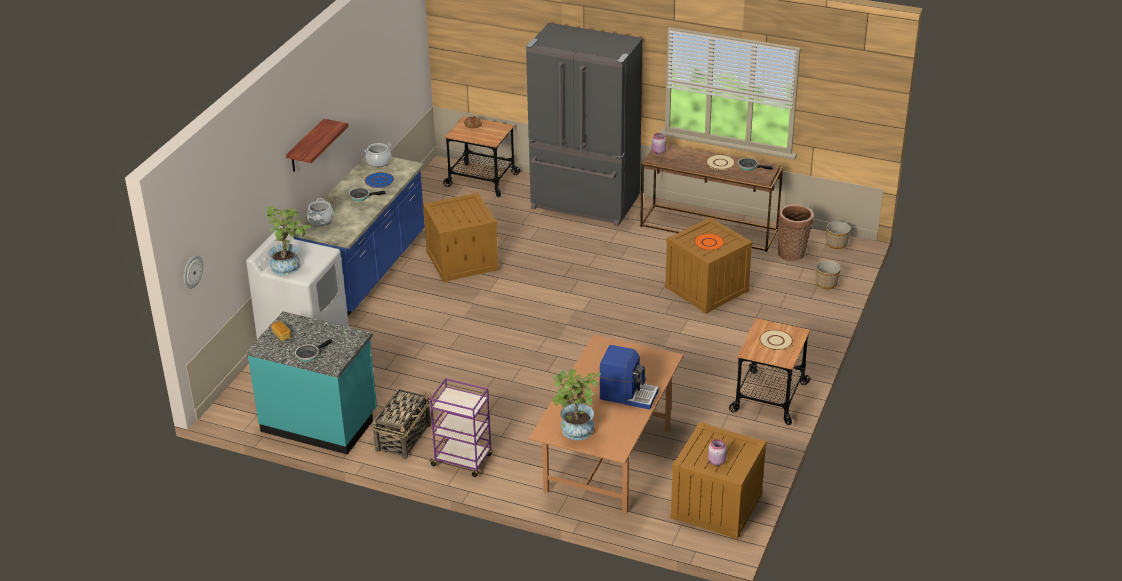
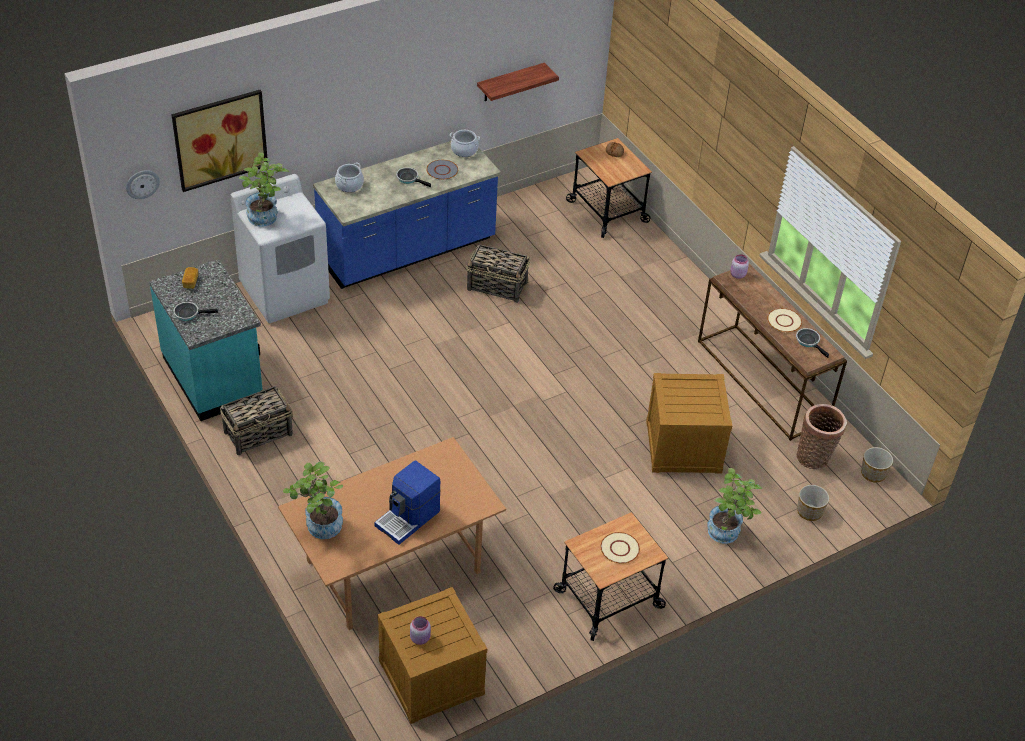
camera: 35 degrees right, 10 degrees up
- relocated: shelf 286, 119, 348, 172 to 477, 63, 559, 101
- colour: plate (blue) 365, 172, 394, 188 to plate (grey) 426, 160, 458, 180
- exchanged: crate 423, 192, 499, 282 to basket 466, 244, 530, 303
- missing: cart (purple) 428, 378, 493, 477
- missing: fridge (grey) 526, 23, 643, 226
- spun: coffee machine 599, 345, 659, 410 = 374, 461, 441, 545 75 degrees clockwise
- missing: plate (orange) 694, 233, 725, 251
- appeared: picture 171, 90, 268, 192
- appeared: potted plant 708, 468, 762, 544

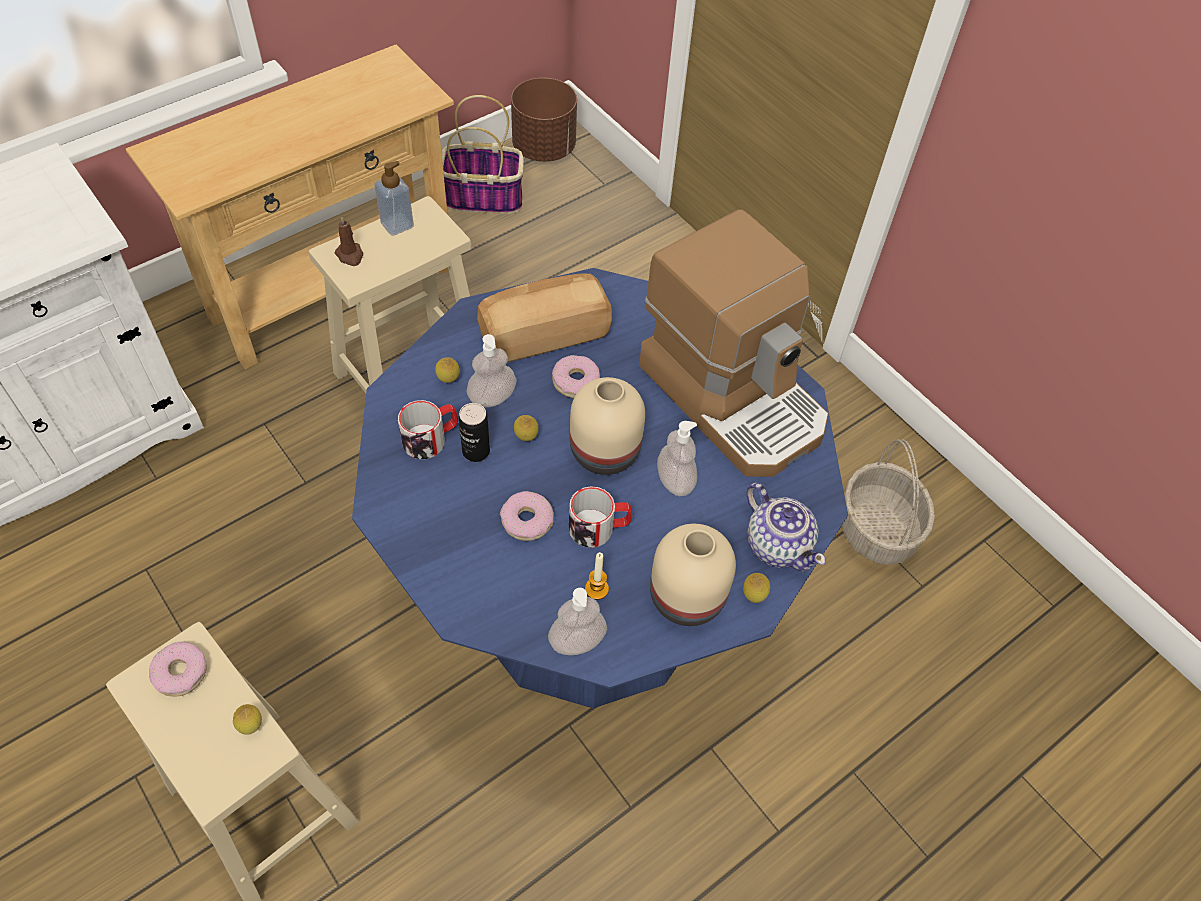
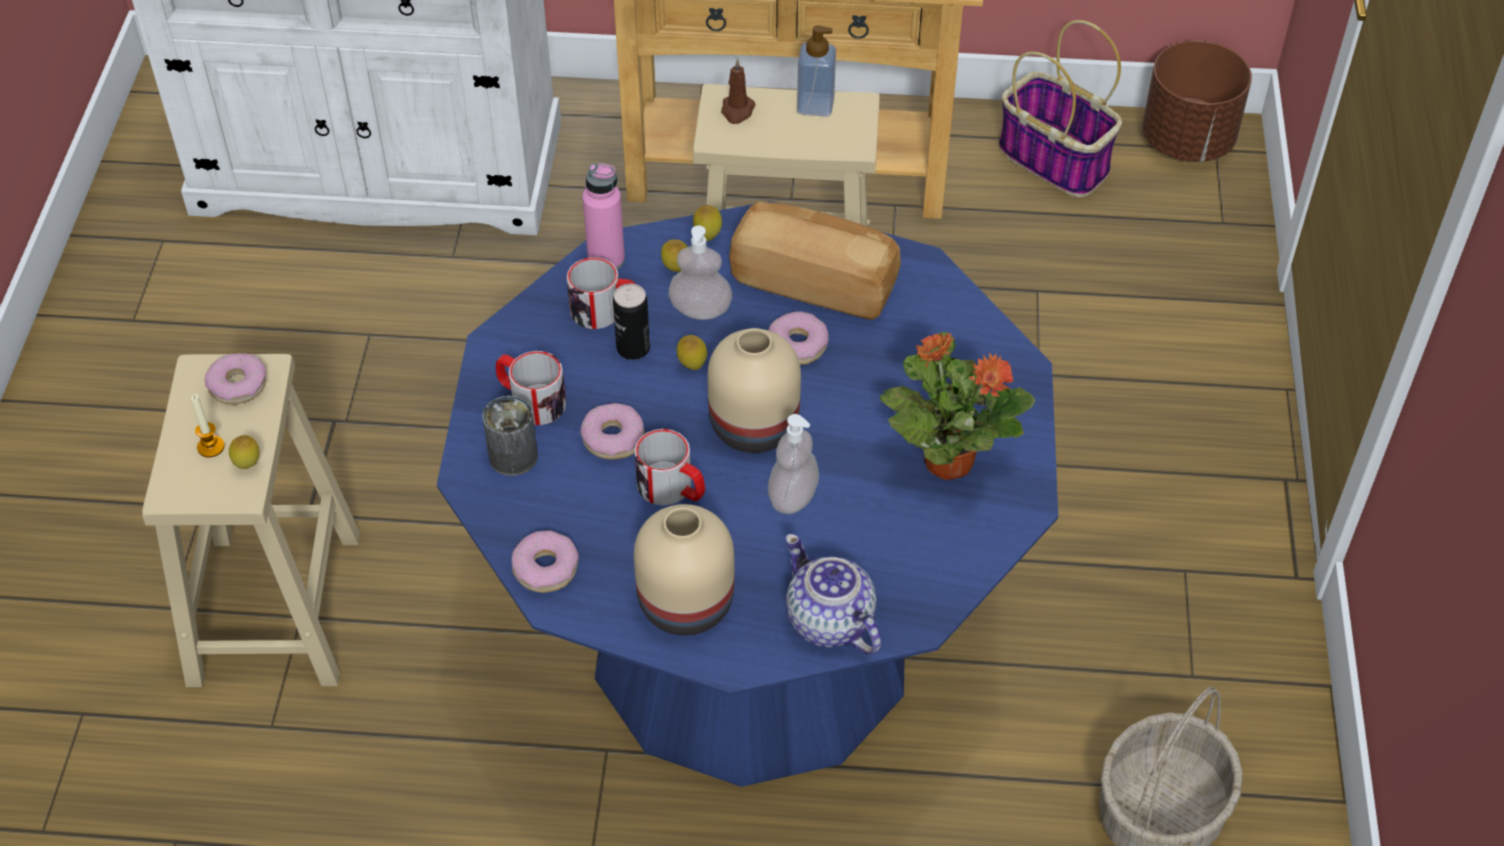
camera: 45 degrees right, 5 degrees down
- exchanged: soap dispenser 548, 588, 607, 655 to donut 512, 530, 579, 593
- relocated: candle 585, 552, 609, 600 to 191, 394, 225, 457
- exchanged: coffee machine 639, 210, 829, 477 to potted plant 880, 332, 1035, 480
- relocated: lemon 743, 573, 770, 603 to 693, 204, 722, 241
- spun: teapot 746, 483, 826, 572 = 785, 534, 881, 654 135 degrees clockwise
- appeared: can 483, 396, 538, 476
- appeared: mug 496, 351, 566, 425
- appeared: bottle (pink) 582, 163, 625, 270

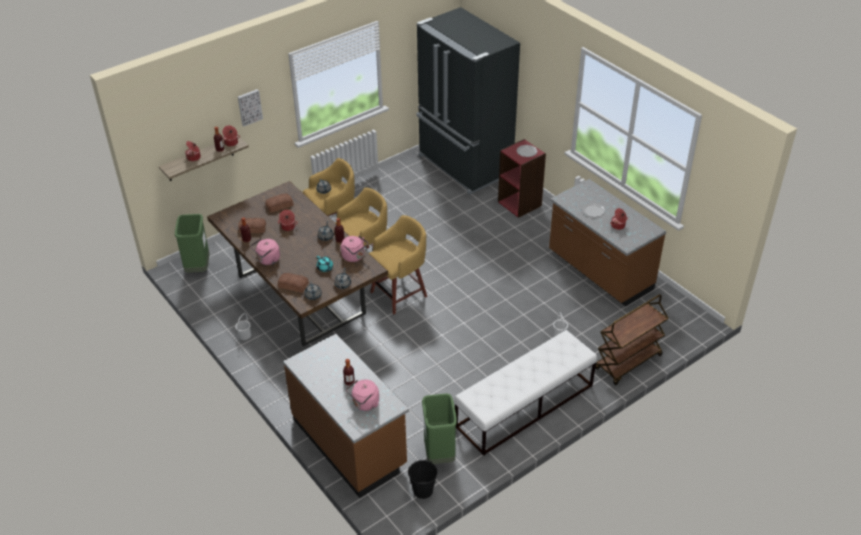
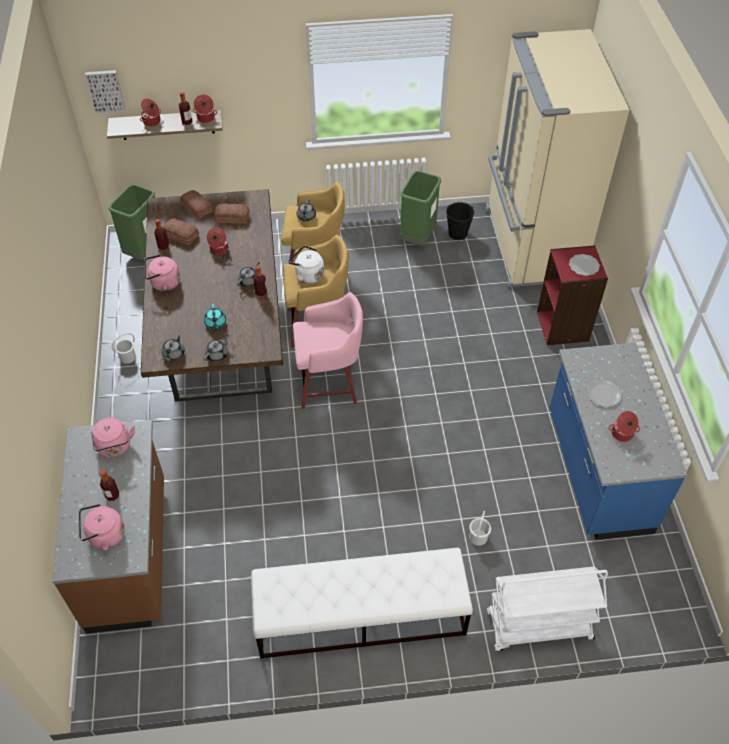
camera: 30 degrees right, 10 degrees up
- relocated: picture 238, 89, 263, 126 to 85, 70, 125, 113
- relocated: bread 278, 273, 309, 293 to 180, 190, 213, 219
- relocated: kettle (pink) 341, 236, 368, 262 to 91, 418, 135, 458
- colour: stool (yellow) 369, 215, 427, 314 to stool (pink) 293, 292, 363, 409
- relocated: bucket (black) 408, 460, 437, 499 to 446, 202, 474, 240
- colour: fridge (black) 416, 7, 520, 195 to fridge (beige) 486, 29, 629, 287
- relocated: trash can (green) 422, 393, 457, 464 to 400, 171, 441, 245
- colour: counter (brown) 549, 179, 666, 307 to counter (blue) 550, 343, 687, 540
- colour: cart (brown) 595, 294, 669, 385 to cart (white) 487, 566, 608, 651
- appeared: kettle (white) 289, 246, 324, 284

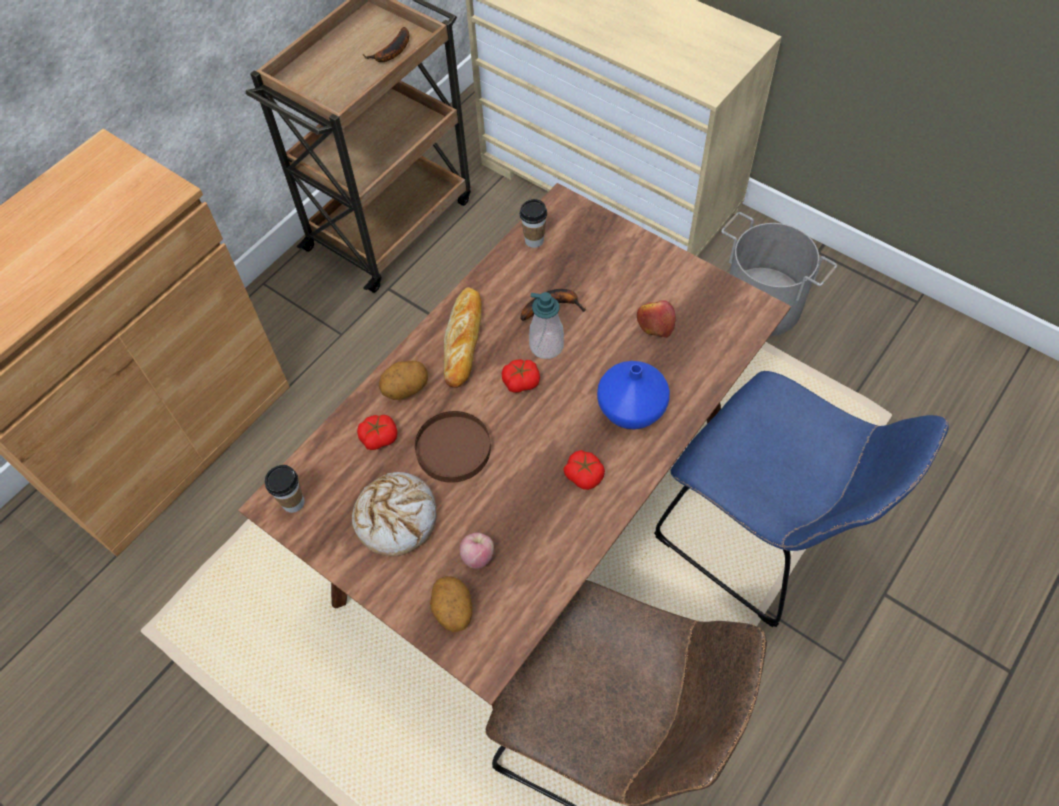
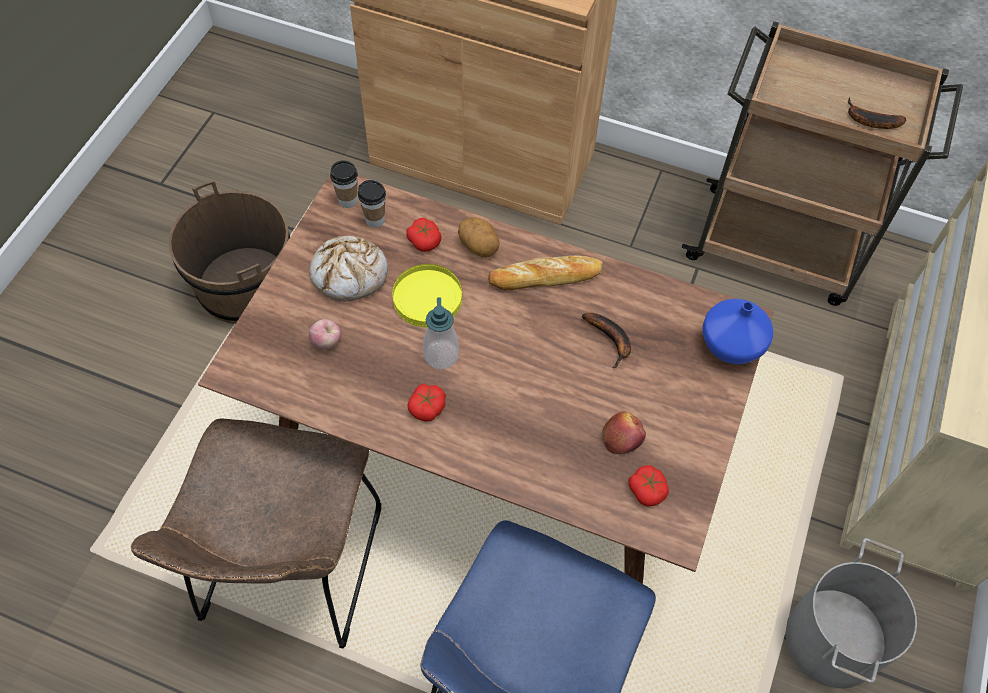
camera: 70 degrees right, 0 degrees up
- colour: plate (brown) 415, 411, 491, 483 to plate (yellow) 392, 264, 462, 327
- missing: potato 430, 576, 472, 632
- relocated: tomato 502, 359, 540, 393 to 628, 465, 669, 506
- relocated: cup 520, 199, 547, 248 to 358, 180, 386, 228
- relocated: soap dispenser 529, 292, 564, 359 to 423, 297, 459, 369
- relocated: vase (blue) 597, 361, 670, 429 to 702, 299, 773, 365
- appeared: bucket (brown) 168, 180, 290, 324

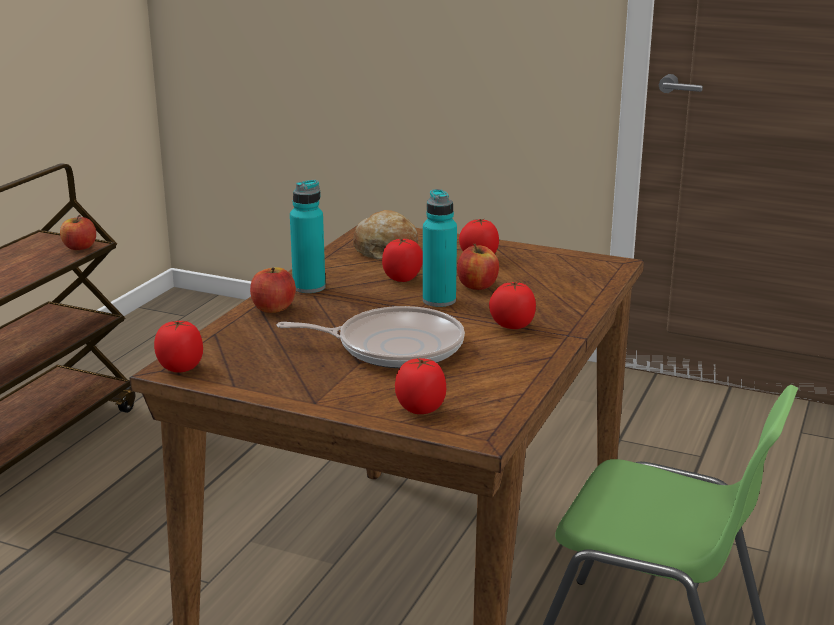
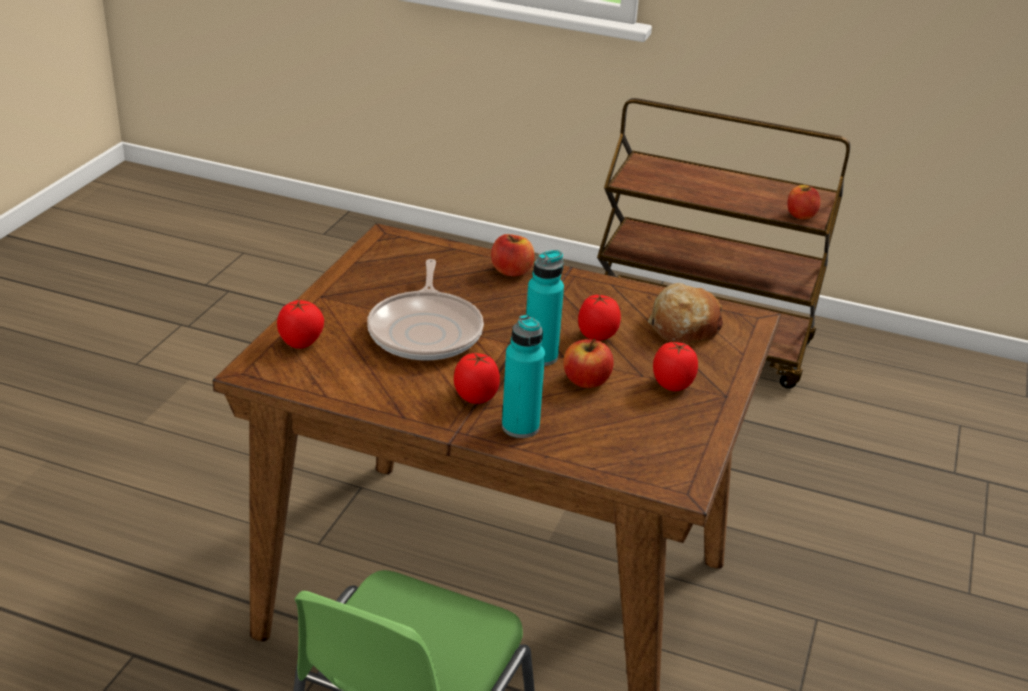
camera: 85 degrees right, 10 degrees up
- missing: tomato 154, 321, 203, 373
- relocated: bottle (turquoise) 290, 180, 326, 293 to 502, 315, 545, 438

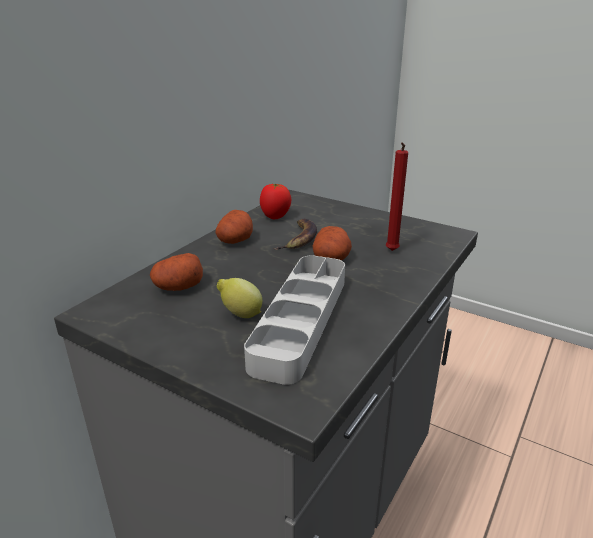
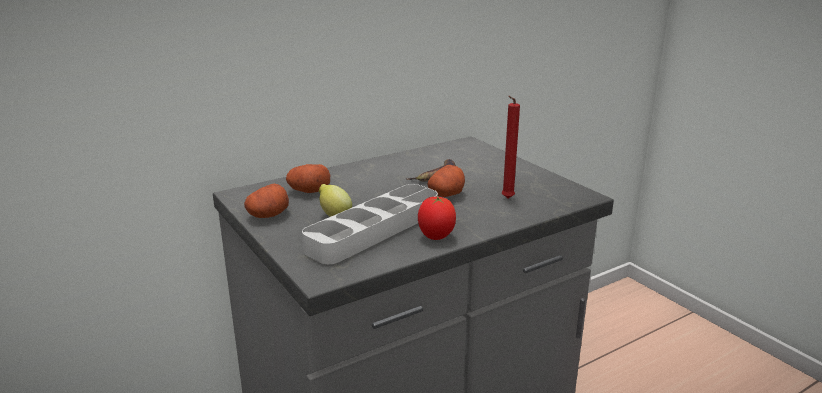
camera: 25 degrees right, 5 degrees down
- relocated: potato 215, 210, 253, 244 to 244, 184, 289, 218
- relocated: tomato 260, 184, 291, 219 to 418, 196, 456, 240

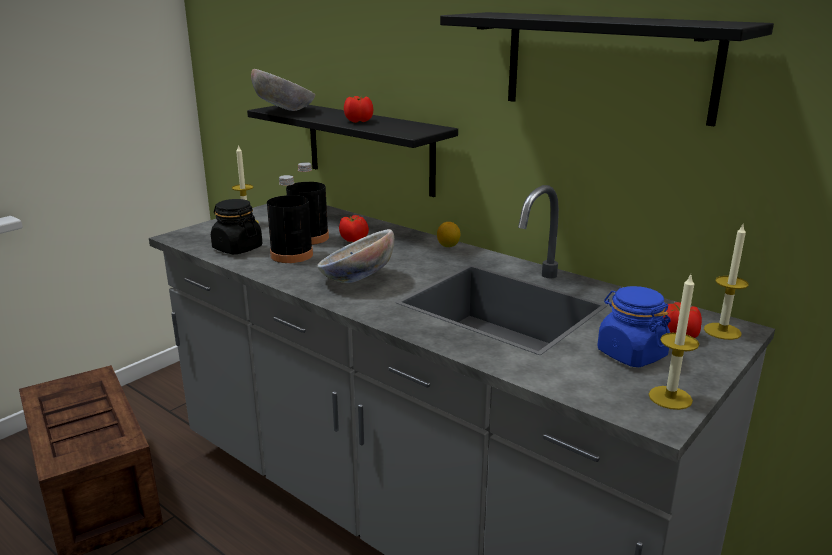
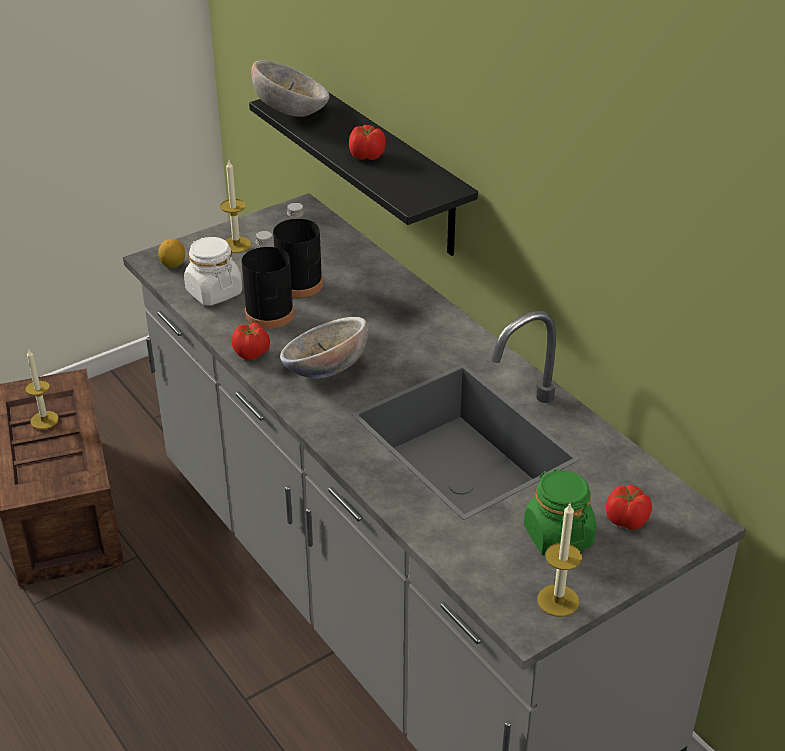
camera: 15 degrees right, 15 degrees up
- colour: jar (black) 211, 199, 262, 254 to jar (white) 184, 237, 242, 306
- relocated: tomato 339, 215, 369, 242 to 231, 323, 270, 360
- relocated: lemon 437, 222, 460, 247 to 158, 239, 185, 268
- missing: shelf (black) 440, 12, 774, 126
- colour: jar (blue) 597, 286, 671, 367 to jar (green) 524, 468, 597, 556
- relocated: candle 704, 225, 749, 340 to 25, 348, 59, 429

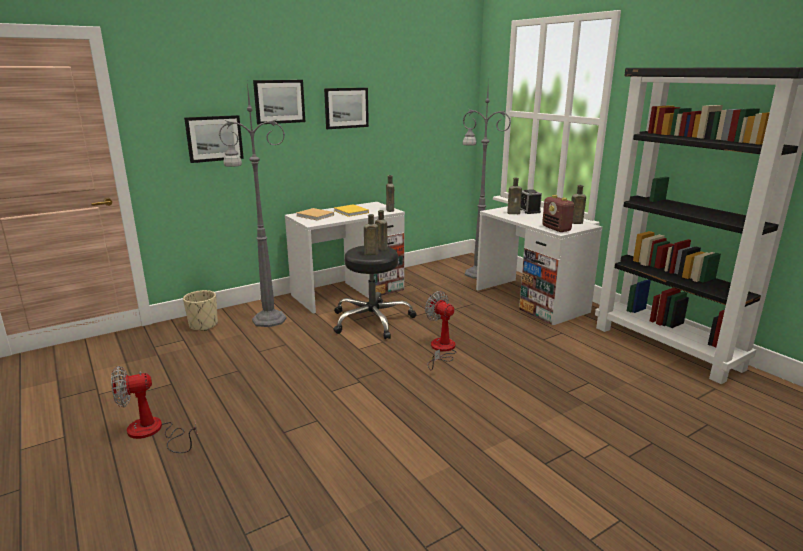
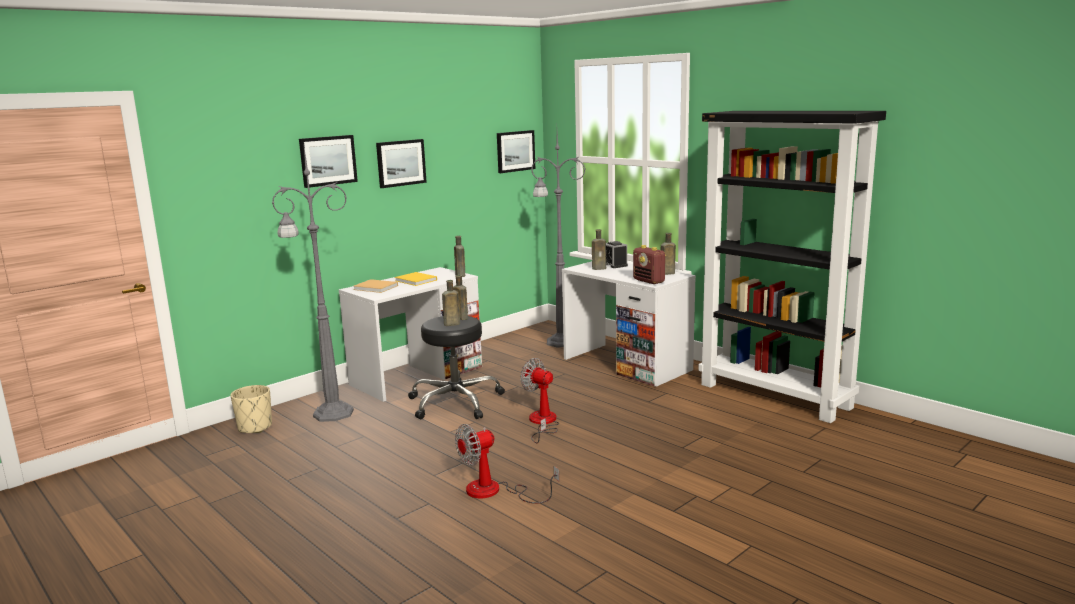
camera: 10 degrees left, 5 degrees down
- relocated: fan 111, 366, 197, 453 to 455, 424, 559, 503
- relocated: picture 184, 115, 244, 163 to 497, 130, 535, 173

